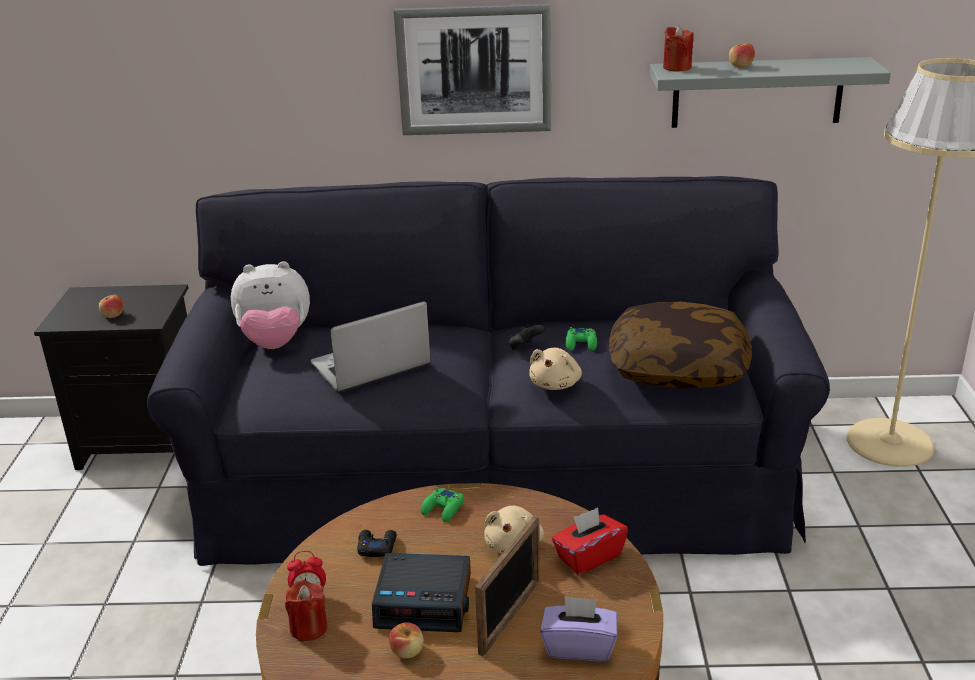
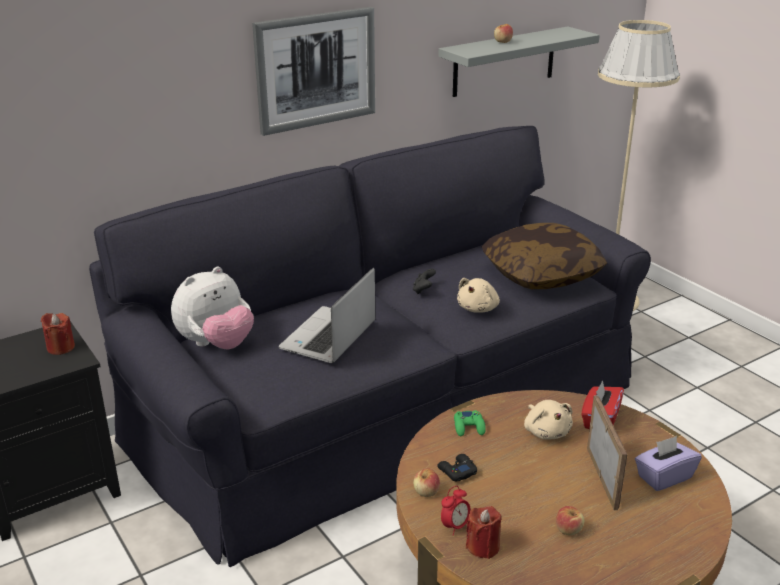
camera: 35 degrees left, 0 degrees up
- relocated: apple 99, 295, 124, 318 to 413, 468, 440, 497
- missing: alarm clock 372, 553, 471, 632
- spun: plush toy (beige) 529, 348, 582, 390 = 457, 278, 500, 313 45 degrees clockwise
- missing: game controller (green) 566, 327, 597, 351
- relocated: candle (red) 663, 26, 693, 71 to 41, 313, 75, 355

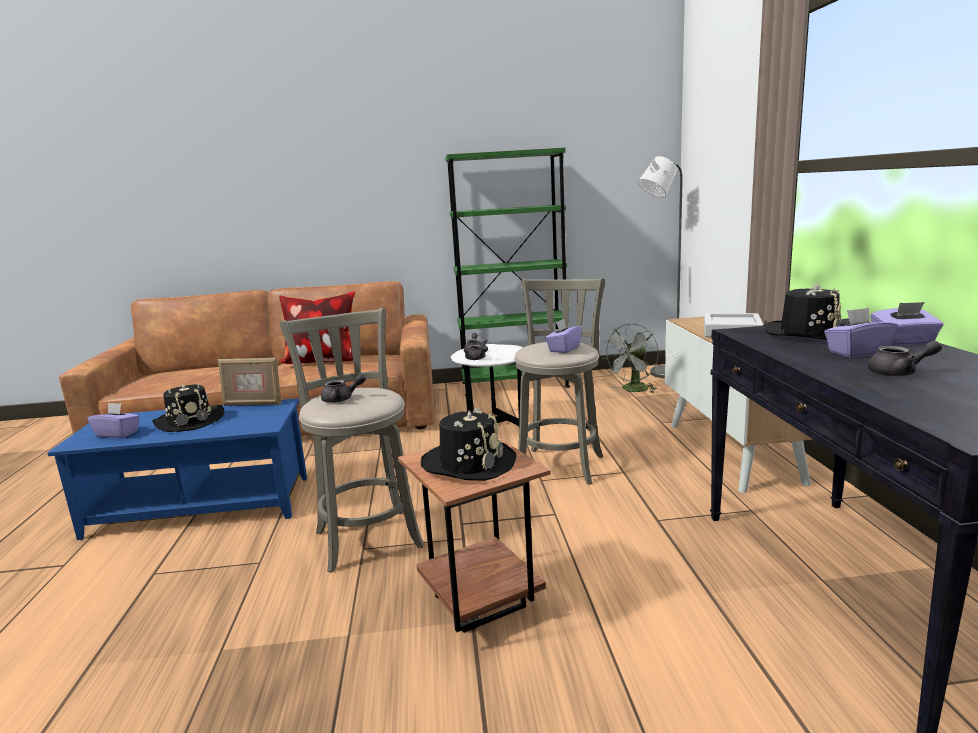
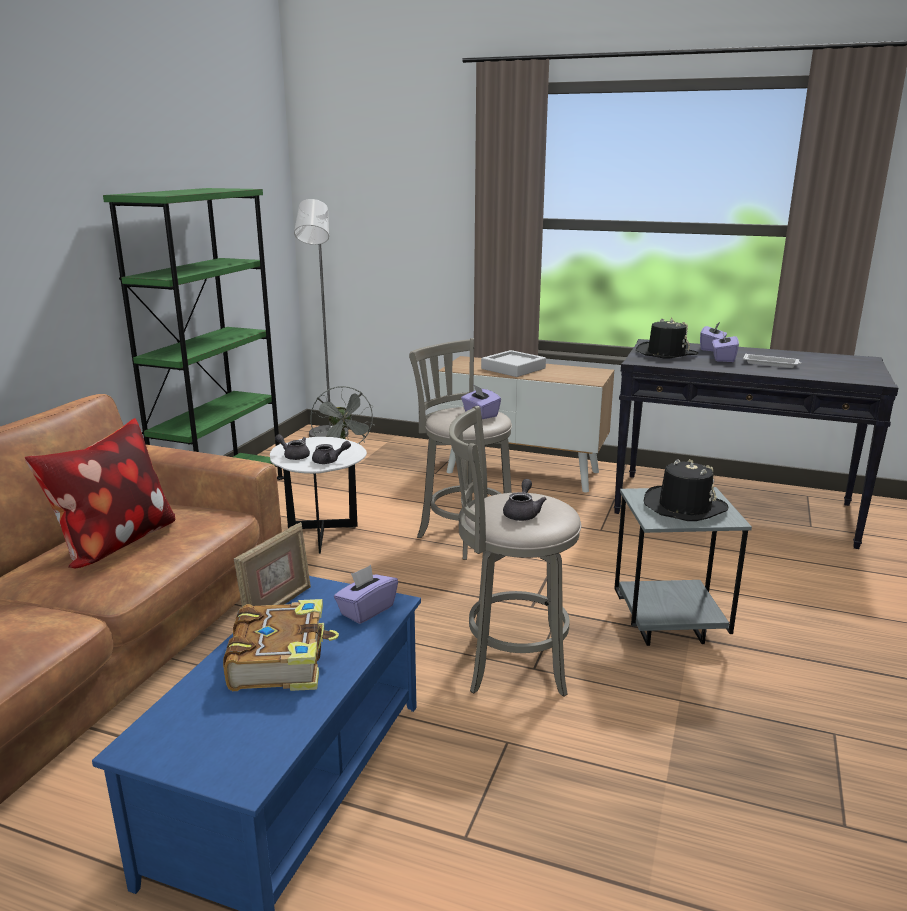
camera: 65 degrees left, 5 degrees up
- relocated: tissue box (purple) 87, 403, 140, 438 to 334, 565, 398, 624
- exchanged: hat (black) 152, 384, 224, 432 to book 223, 599, 339, 691
- colour: side table (brown) 398, 437, 551, 633 to side table (grey) 614, 487, 752, 646
- exchanged: teapot (grey) 868, 340, 942, 377 to tray (white) 743, 353, 801, 368

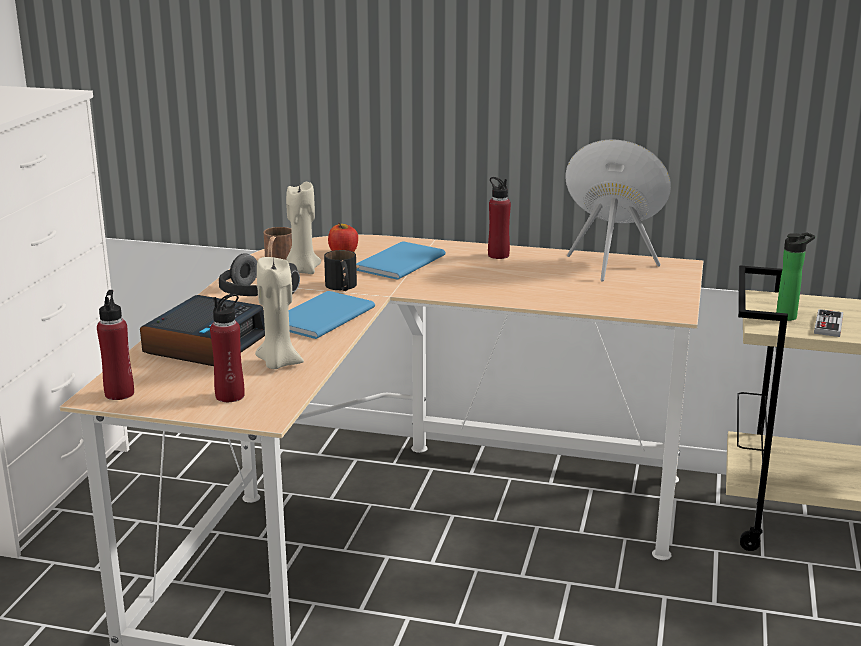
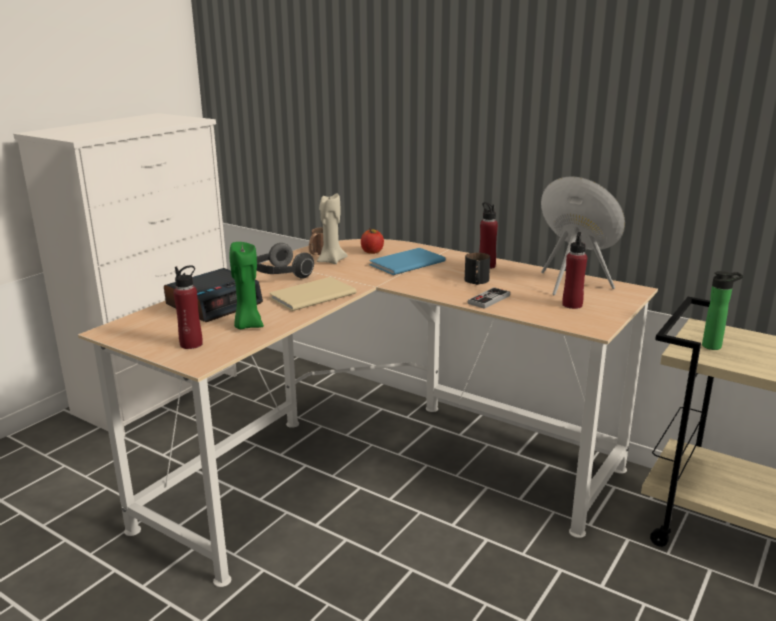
camera: 20 degrees right, 0 degrees up
- relocated: bottle (red) 97, 290, 134, 400 to 562, 232, 587, 309
- colour: candle (beige) 255, 257, 304, 369 to candle (green) 230, 242, 264, 329
- colour: book (blue) 289, 291, 375, 339 to book (beige) 269, 277, 357, 311
- relocated: mug (black) 324, 250, 357, 291 to 465, 252, 490, 285
- relocated: game controller 814, 309, 843, 337 to 468, 287, 510, 309

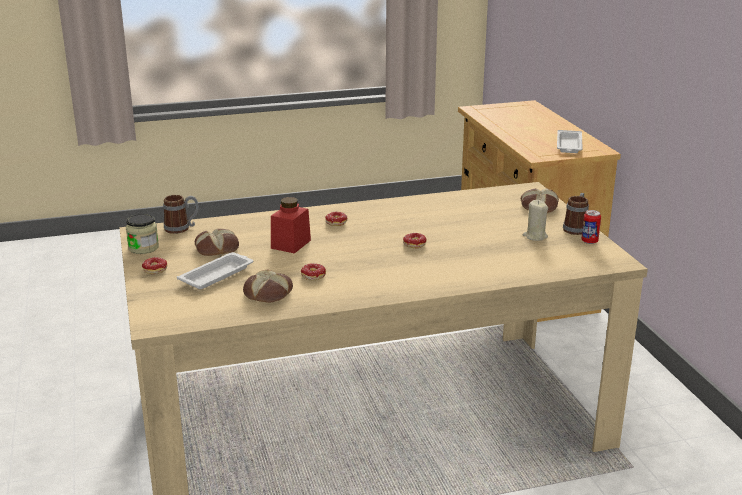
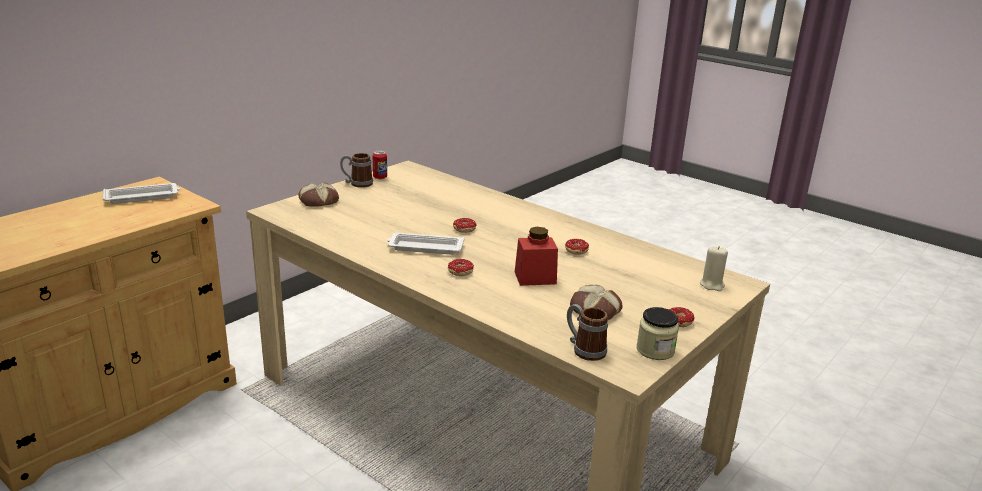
camera: 125 degrees left, 0 degrees up
- relocated: tray (white) 177, 252, 253, 289 to 387, 233, 465, 255
- missing: bread 243, 269, 293, 303
- relocated: candle (beige) 523, 200, 548, 241 to 700, 246, 728, 291

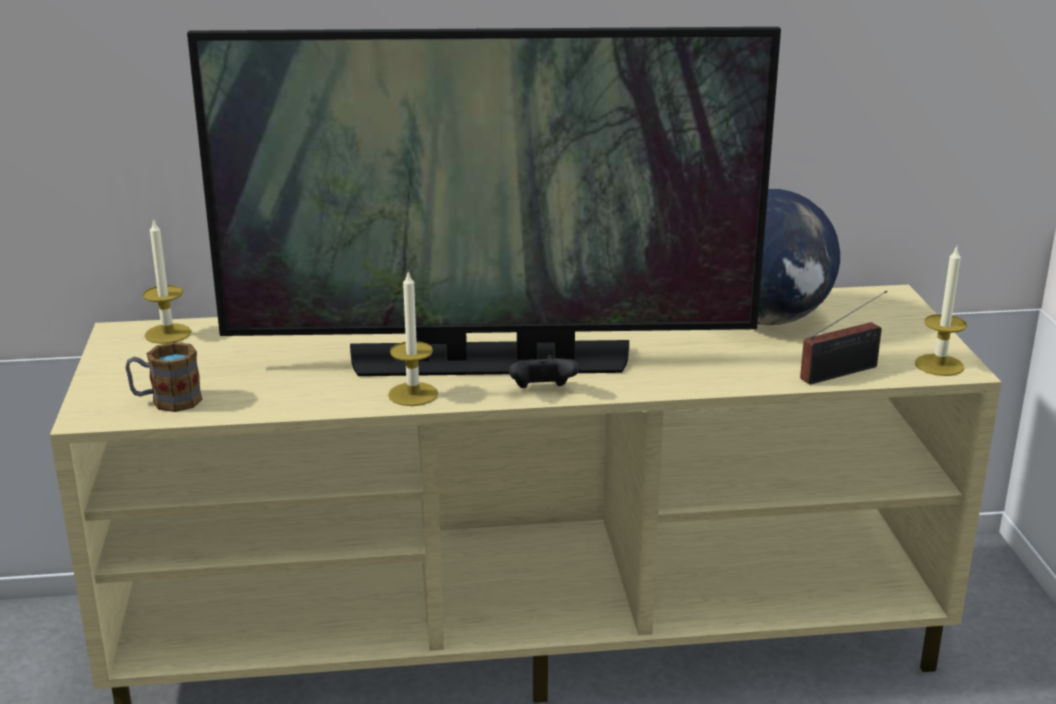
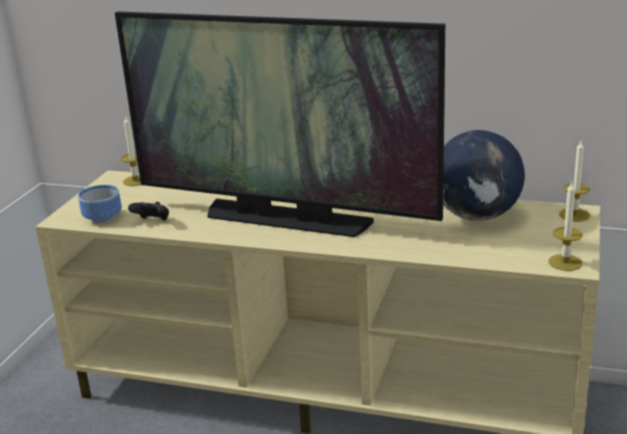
camera: 25 degrees right, 0 degrees up
- exchanged: mug 125, 342, 202, 412 to bowl 78, 185, 122, 223
- relocated: candle 388, 271, 438, 406 to 559, 141, 590, 222
- relocated: game controller (black) 509, 355, 579, 388 to 128, 202, 169, 221
- missing: radio 800, 290, 887, 385

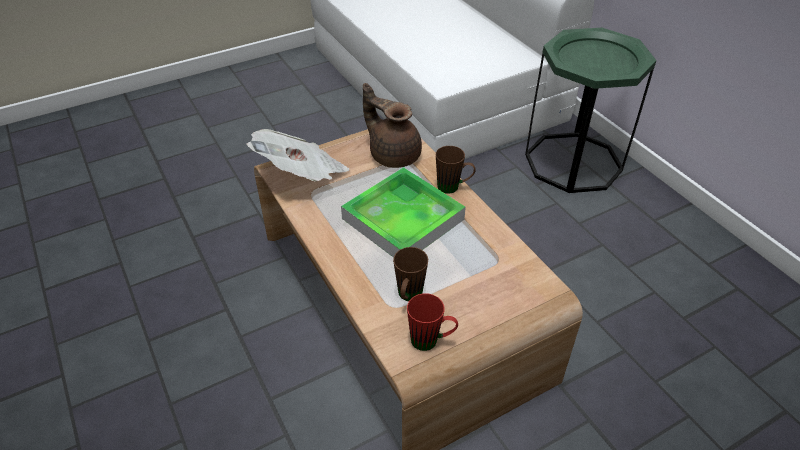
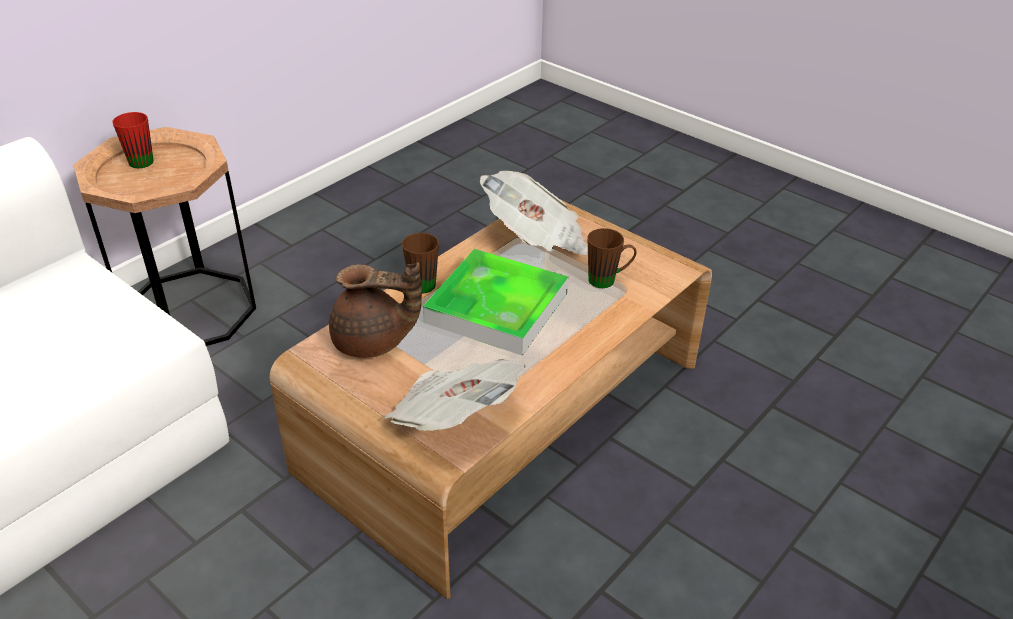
camera: 110 degrees left, 5 degrees down
- spun: teapot (brown) 363, 83, 422, 168 = 329, 262, 422, 358 105 degrees counterclockwise
- relocated: mug (red) 407, 293, 458, 351 to 112, 112, 154, 168
- colour: side table (green) 525, 28, 656, 193 to side table (brown) 73, 127, 256, 346
- appeared: newspaper 480, 171, 588, 255

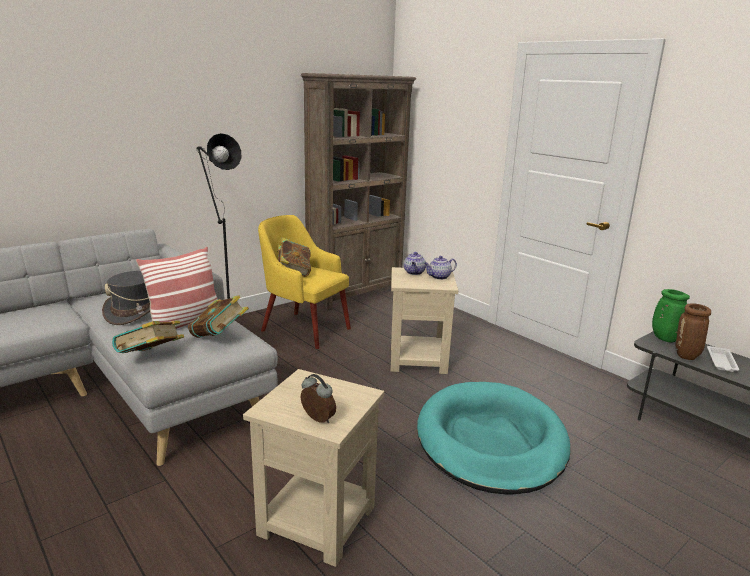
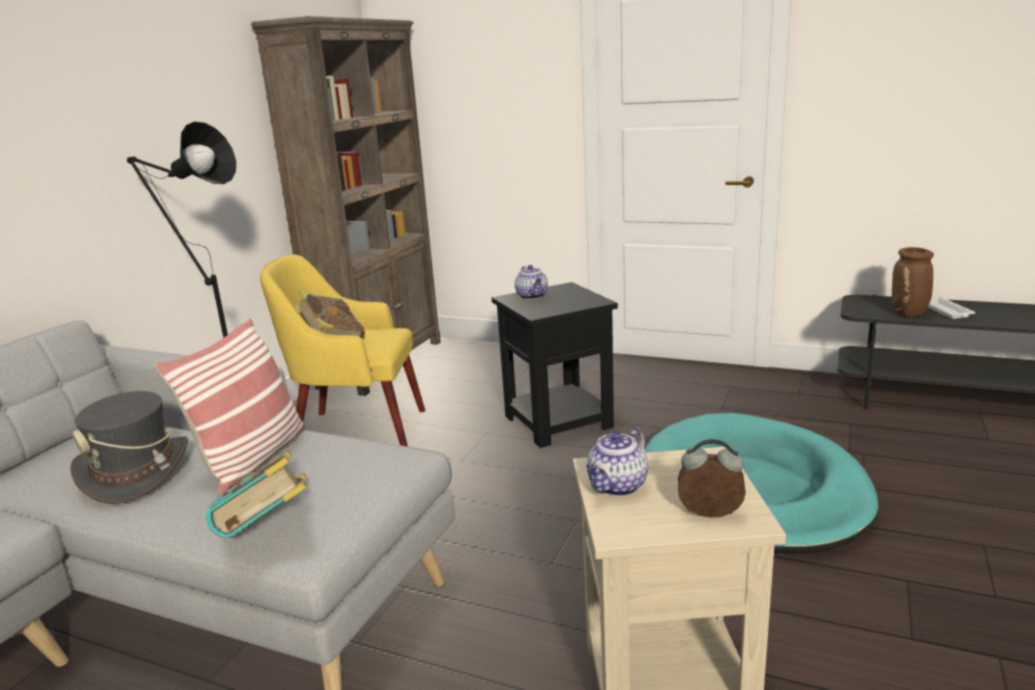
camera: 25 degrees left, 0 degrees up
- missing: book 188, 295, 249, 338
- colour: side table (beige) 391, 267, 458, 374 to side table (black) 492, 282, 618, 448
- relocated: teapot 424, 256, 457, 280 to 586, 428, 648, 496
- missing: vase (green) 652, 289, 690, 342

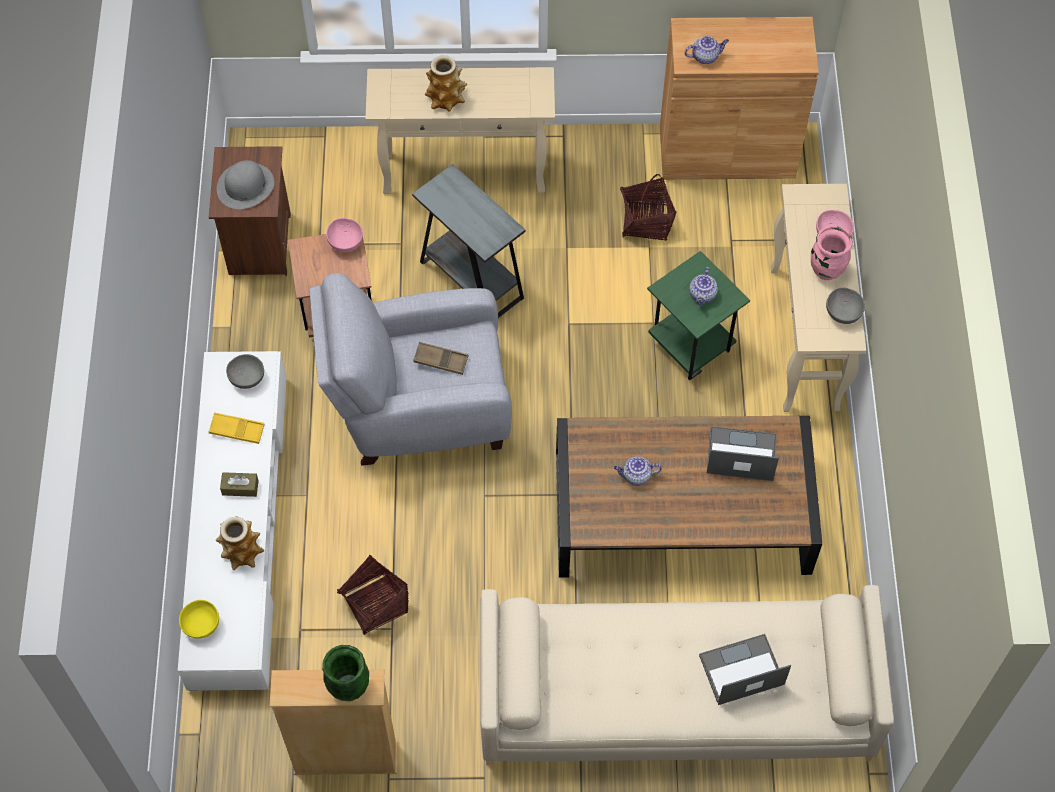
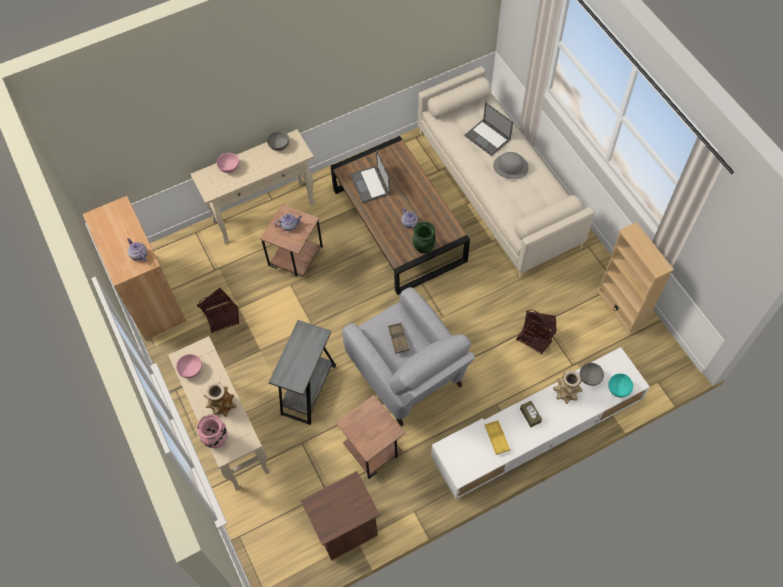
camera: 115 degrees left, 0 degrees up
- colour: bowl (yellow) 179, 600, 219, 639 to bowl (turquoise) 608, 374, 633, 397
- relocated: hat (grey) 217, 160, 274, 209 to 493, 152, 529, 179
- relocated: bowl (grey) 226, 354, 264, 389 to 580, 363, 604, 386
- relocated: vase (green) 322, 645, 369, 701 to 412, 221, 436, 254
- relocated: bowl (pink) 326, 218, 363, 252 to 176, 354, 202, 378
- colour: side table (green) 647, 251, 750, 380 to side table (brown) 260, 204, 323, 277
- relocated: vase (pink) 811, 225, 853, 280 to 197, 414, 227, 448

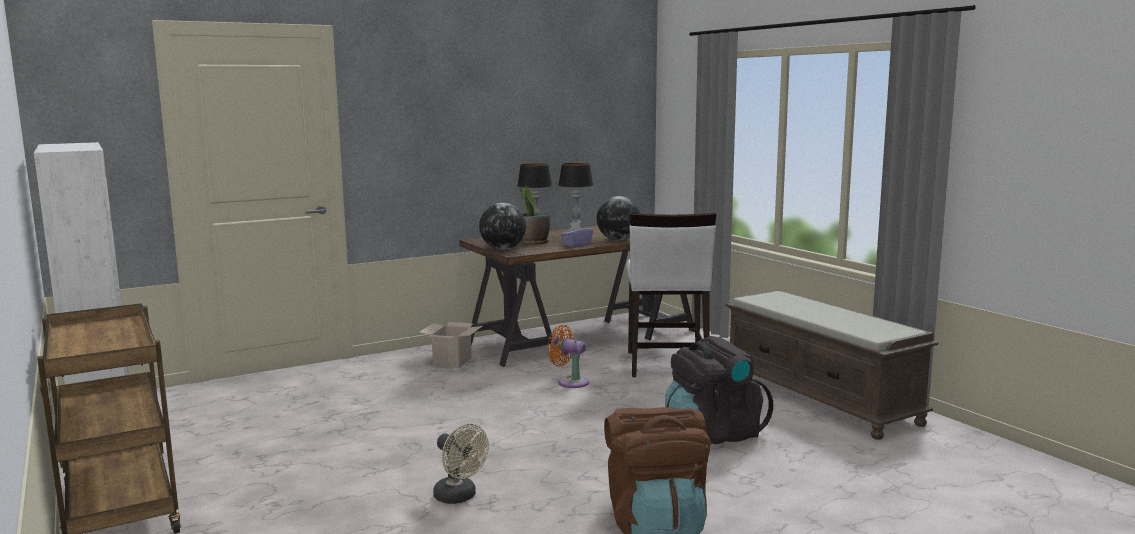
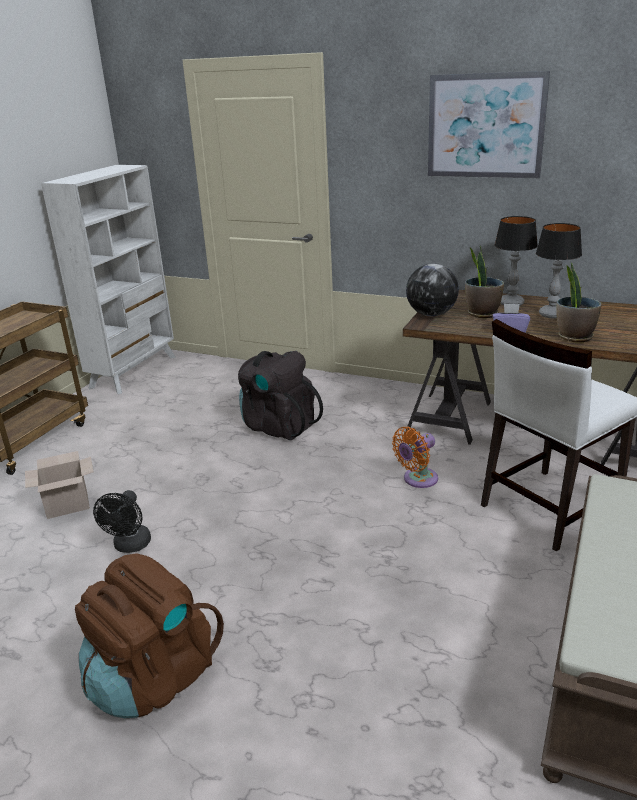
camera: 55 degrees right, 15 degrees up
- relocated: cardboard box 419, 322, 482, 368 to 25, 451, 94, 519
- colour: fan (beige) 433, 424, 489, 504 to fan (black) 93, 490, 151, 553
- spun: fan (orange) 548, 325, 589, 388 = 392, 427, 438, 488 120 degrees counterclockwise
- exchanged: globe 596, 196, 640, 241 to potted plant 556, 262, 602, 342
- relocated: backpack (black) 665, 336, 773, 444 to 238, 351, 323, 440
- appeared: picture 428, 71, 550, 178

